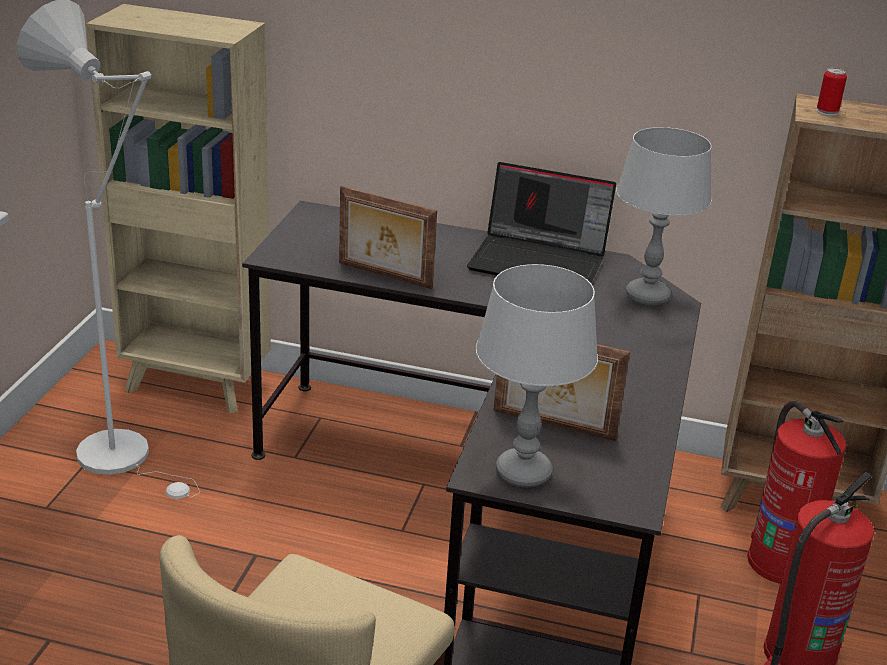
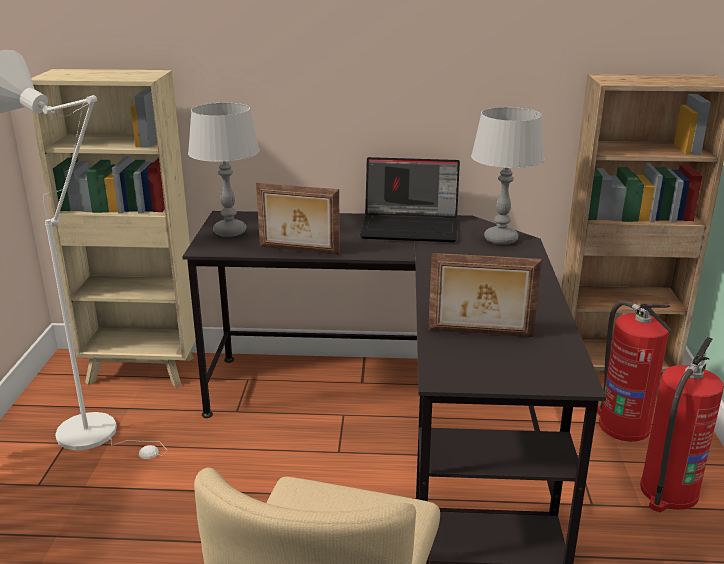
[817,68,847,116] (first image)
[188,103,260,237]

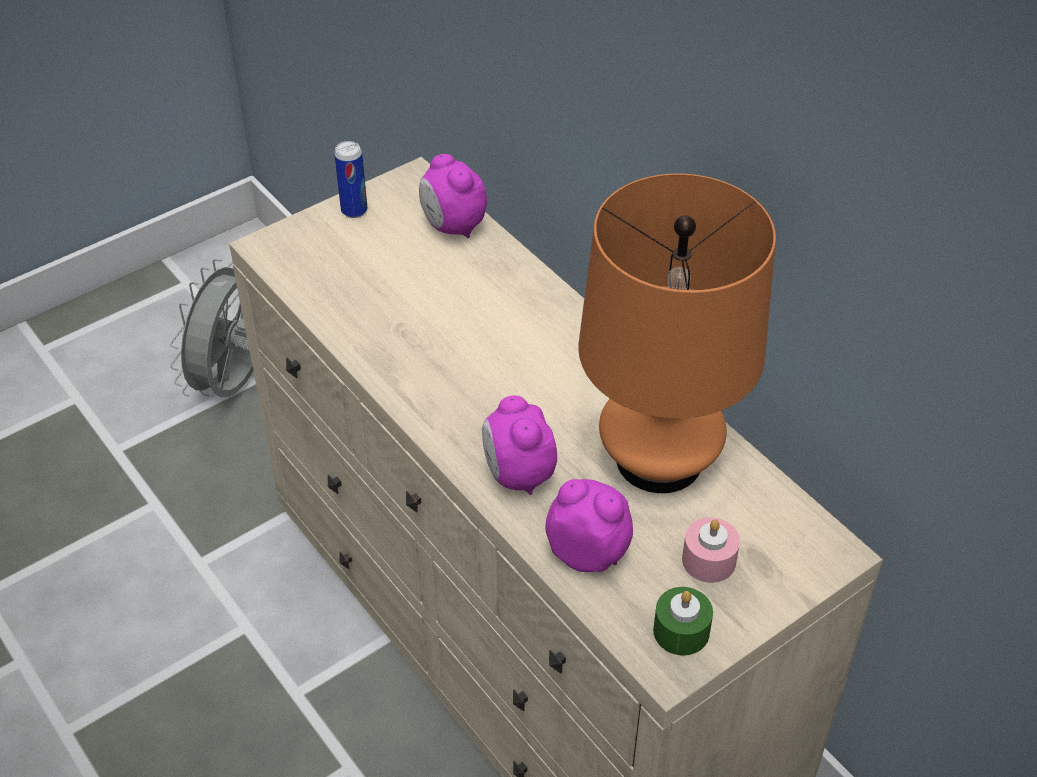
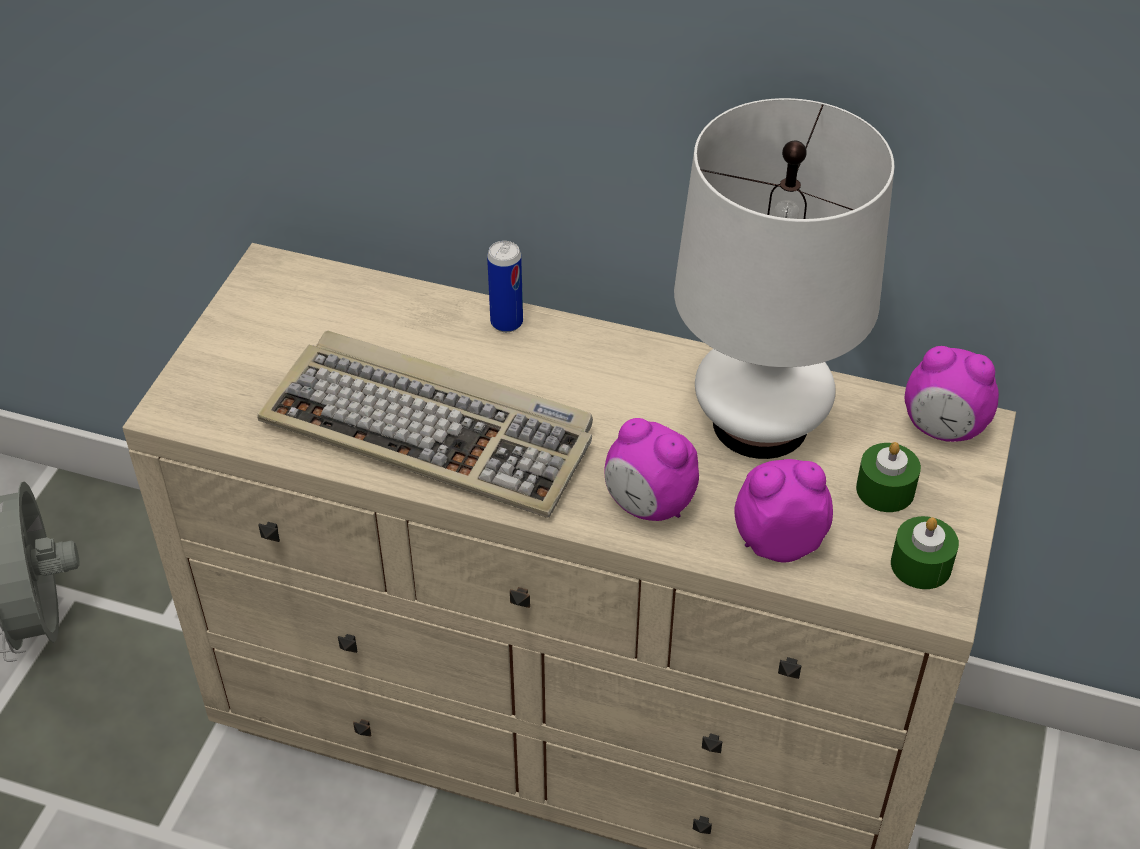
[487,241,523,332]
[905,346,999,442]
[674,98,894,459]
[856,442,921,512]
[257,330,593,518]

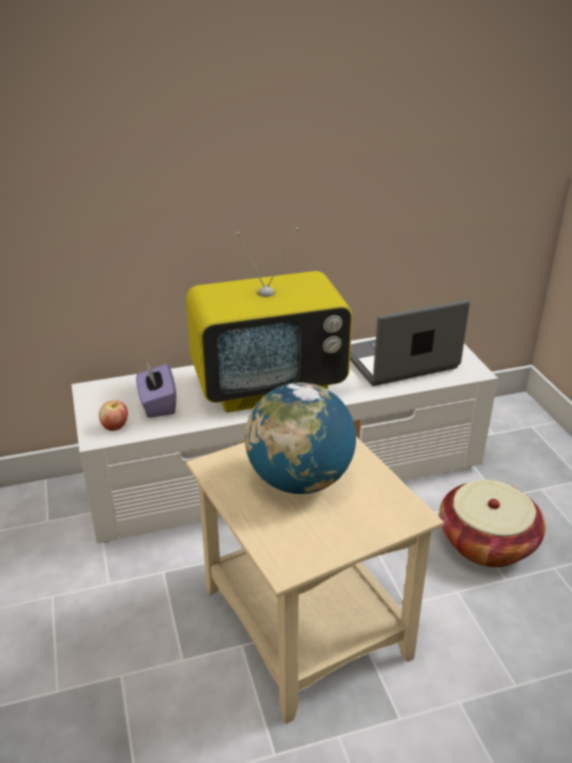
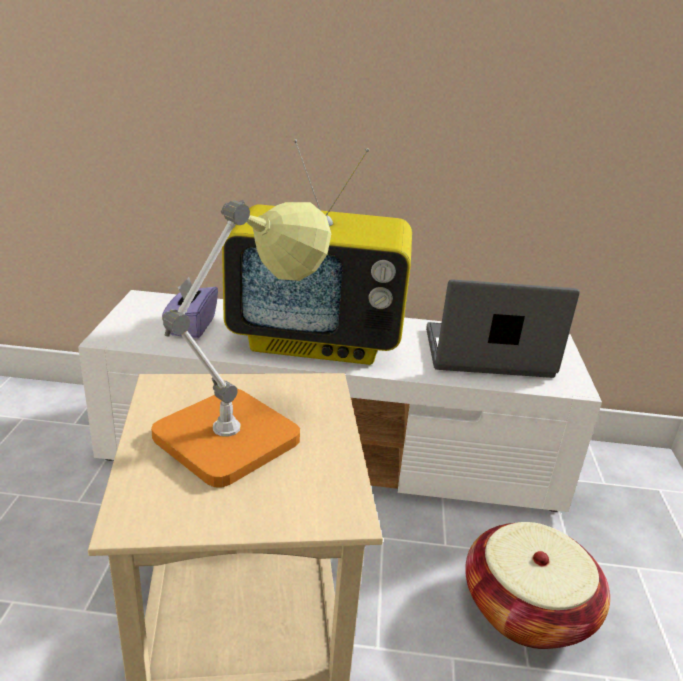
[151,200,331,487]
[99,400,128,431] (first image)

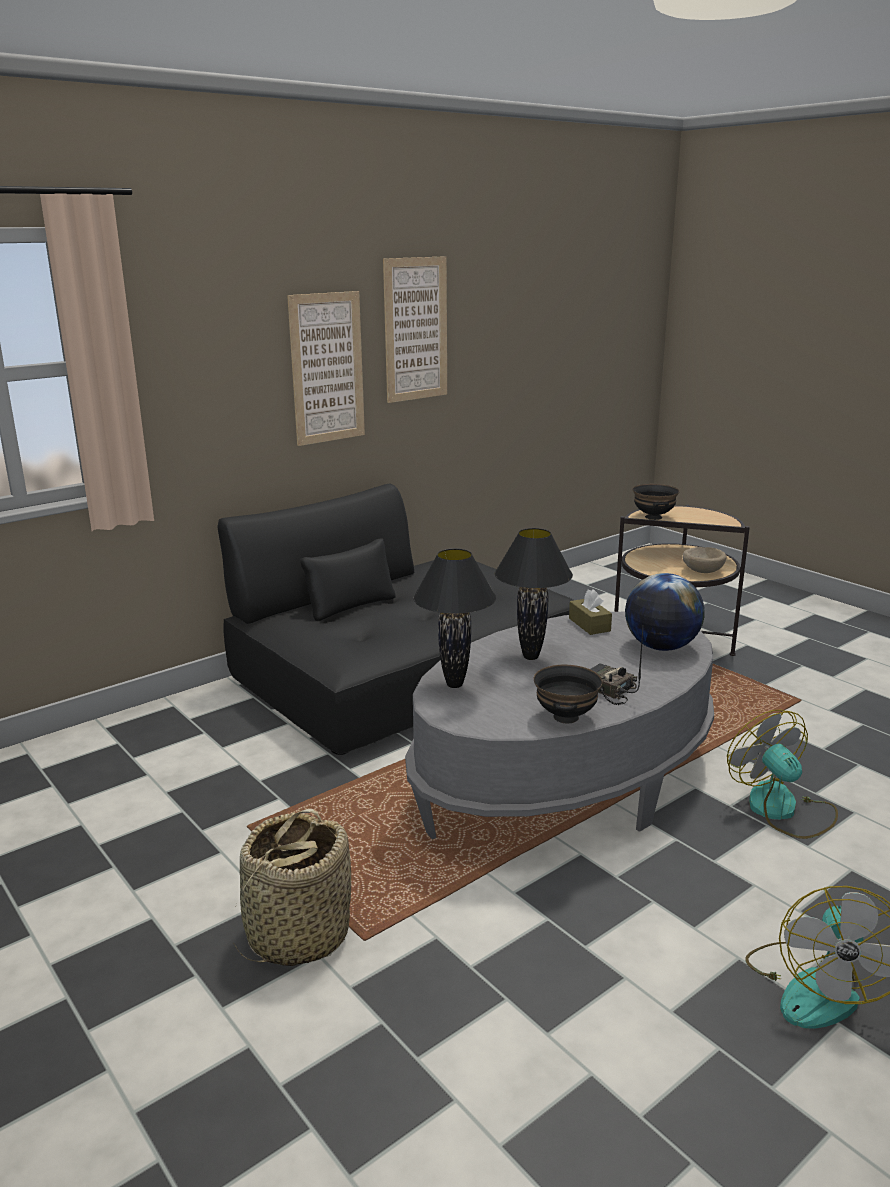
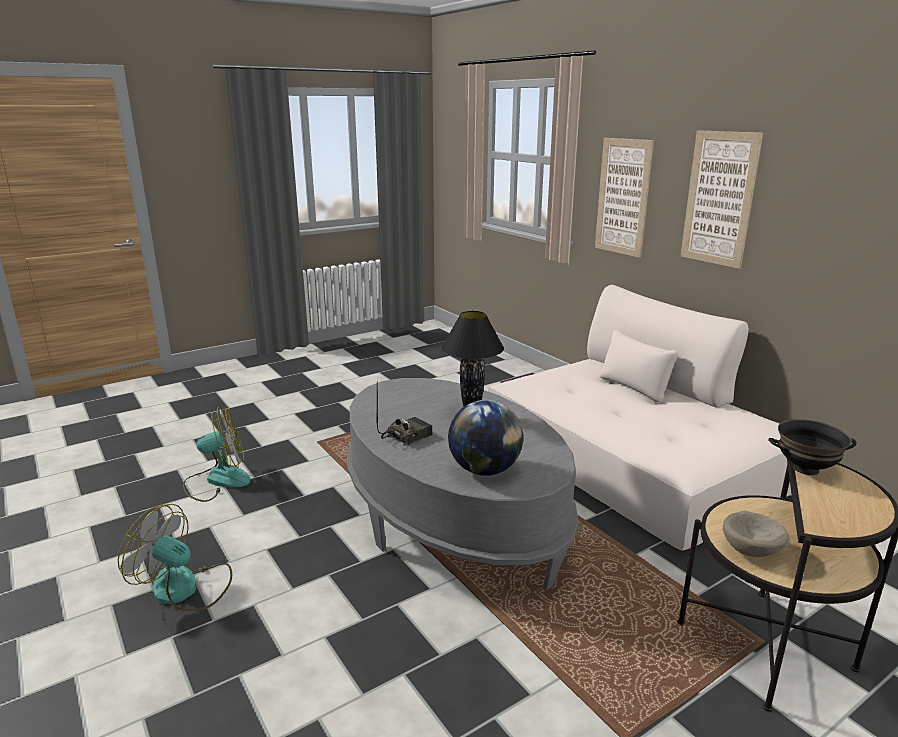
[595,138,654,258]
[488,285,791,551]
[413,549,496,688] (first image)
[569,589,612,635] (first image)
[534,665,603,723] (first image)
[183,407,251,502]
[234,809,351,966] (first image)

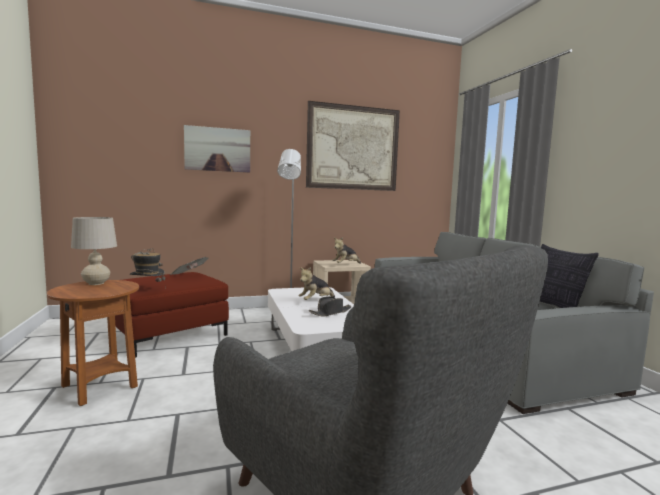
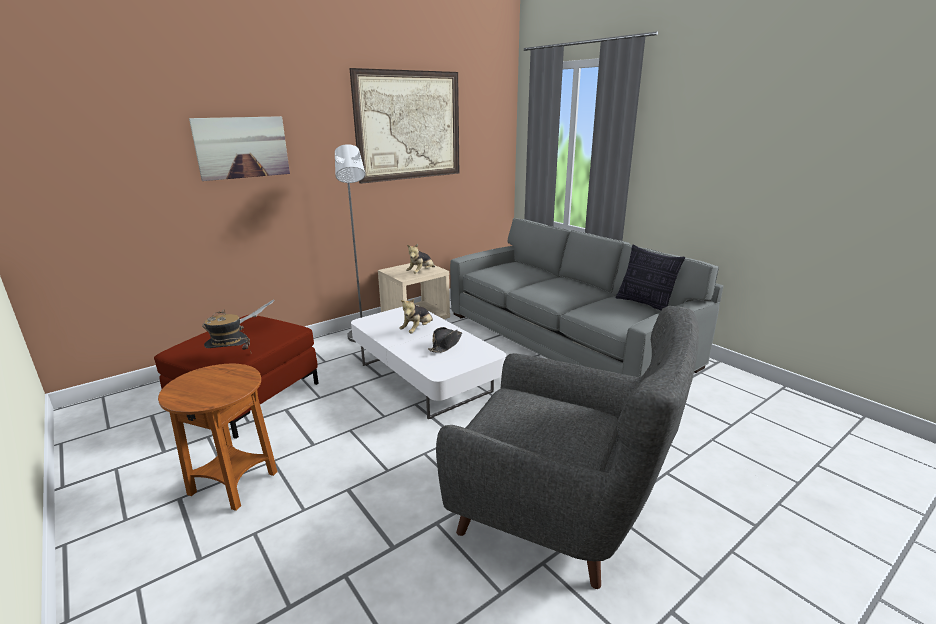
[71,217,117,285] (first image)

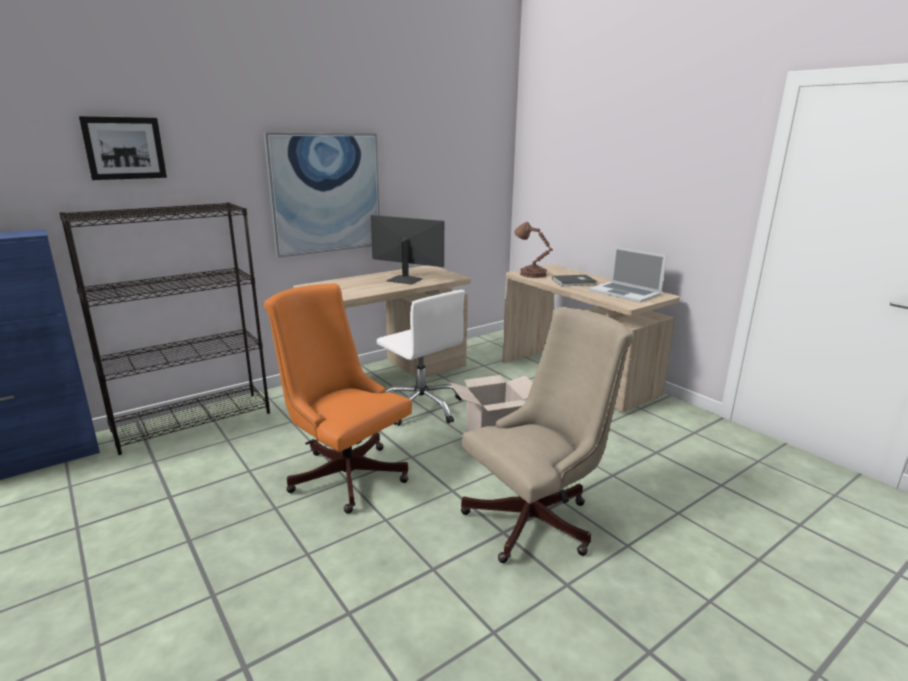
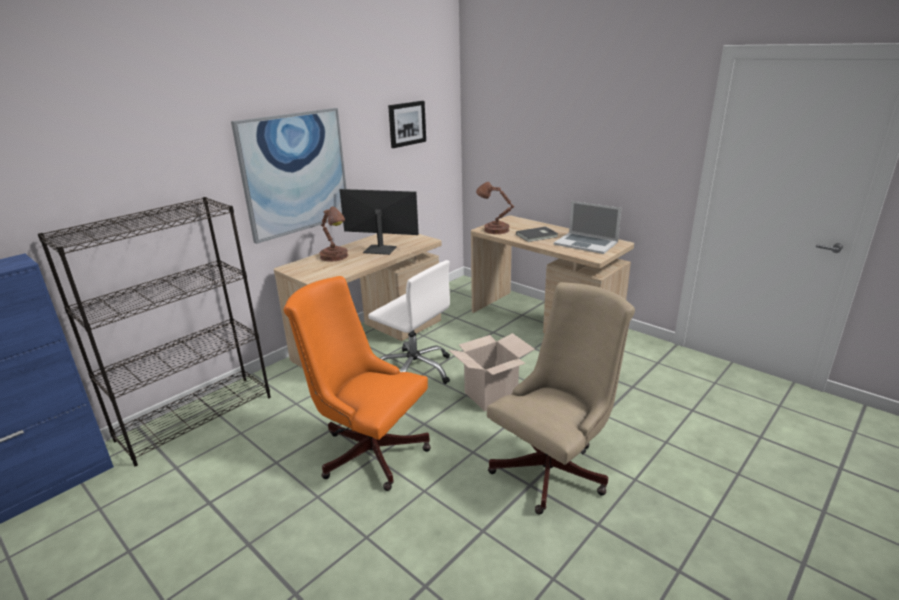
[388,101,426,148]
[319,206,348,262]

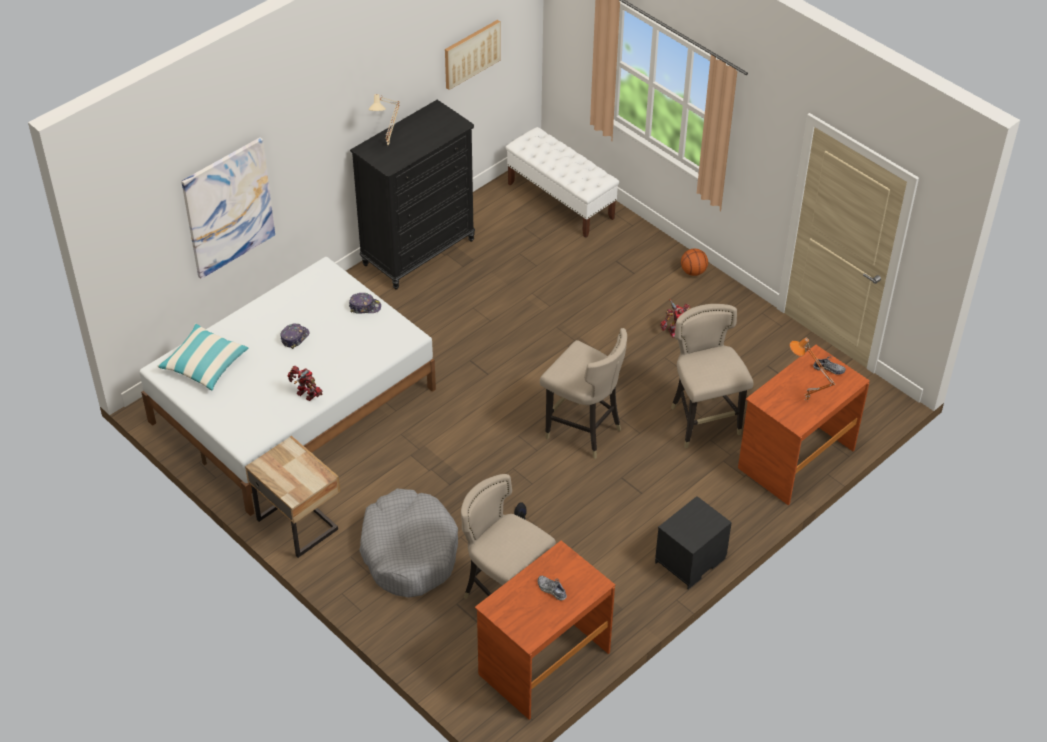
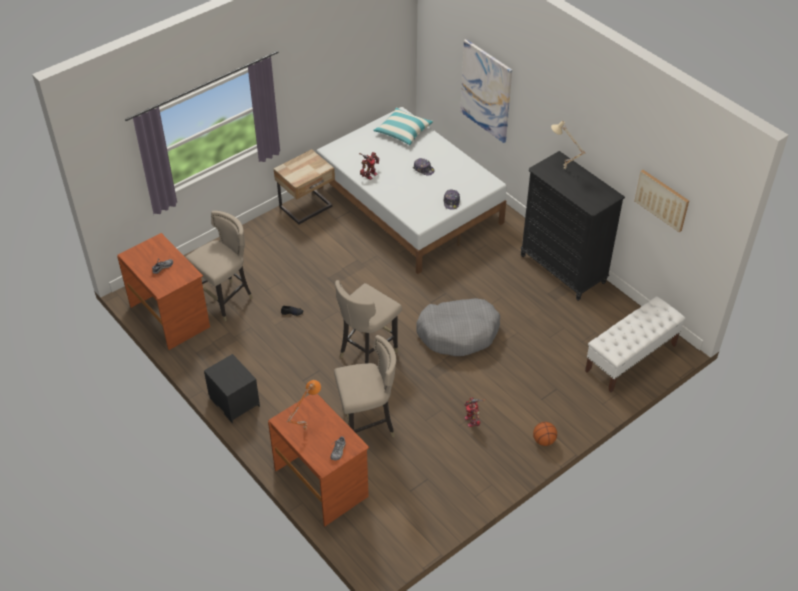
[416,298,500,356]

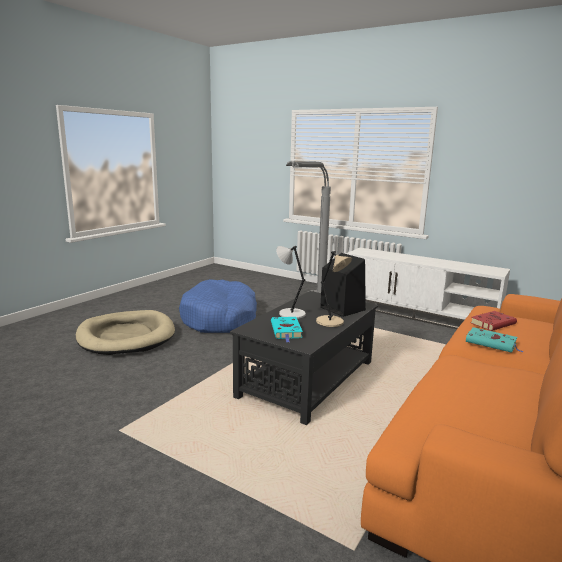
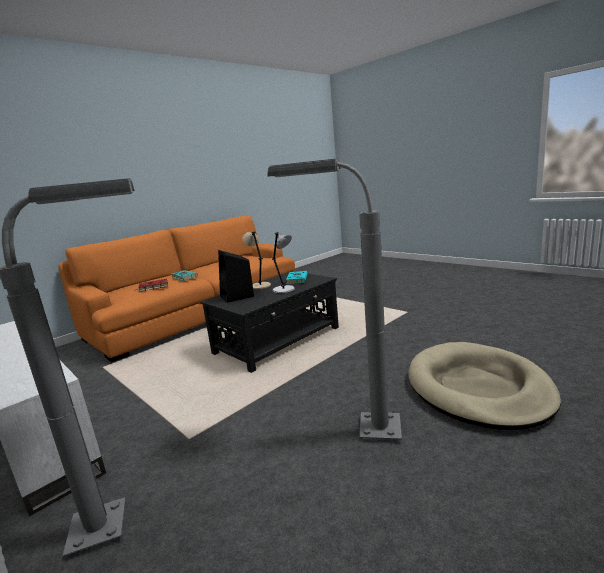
[267,159,402,439]

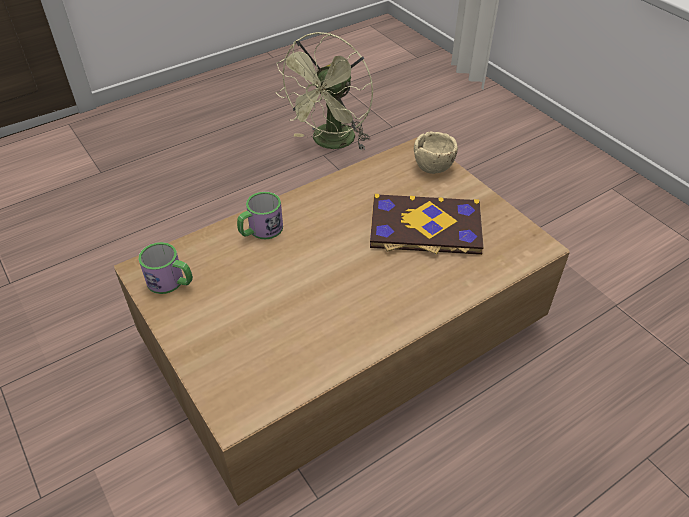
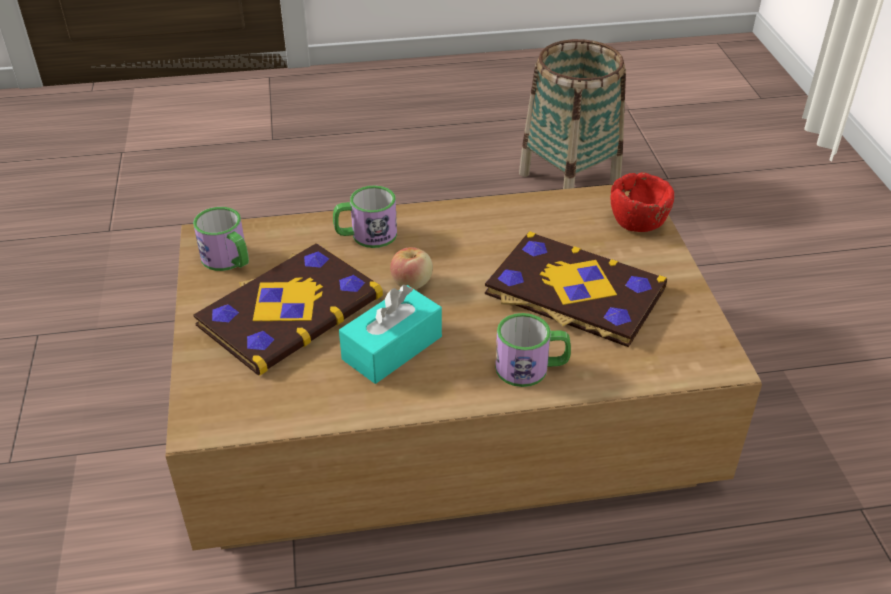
[519,39,626,189]
[610,173,674,232]
[193,243,383,375]
[390,247,433,289]
[339,285,442,384]
[495,313,571,387]

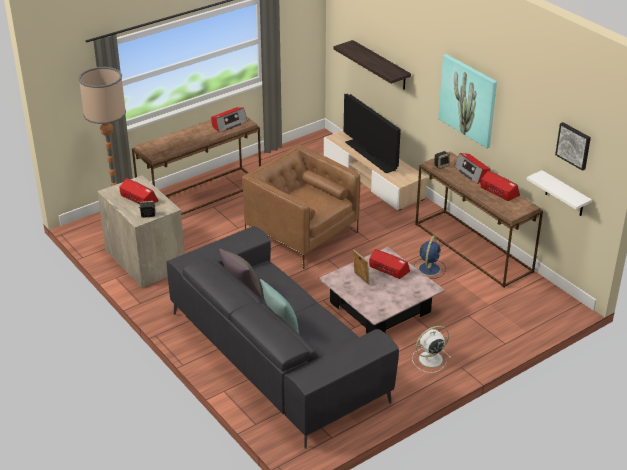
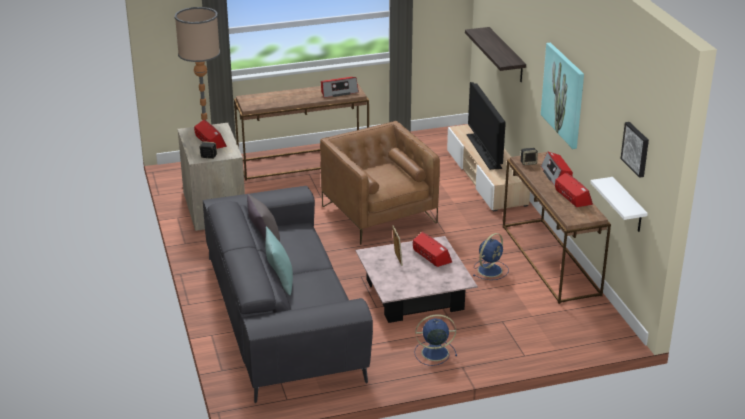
[414,314,457,366]

